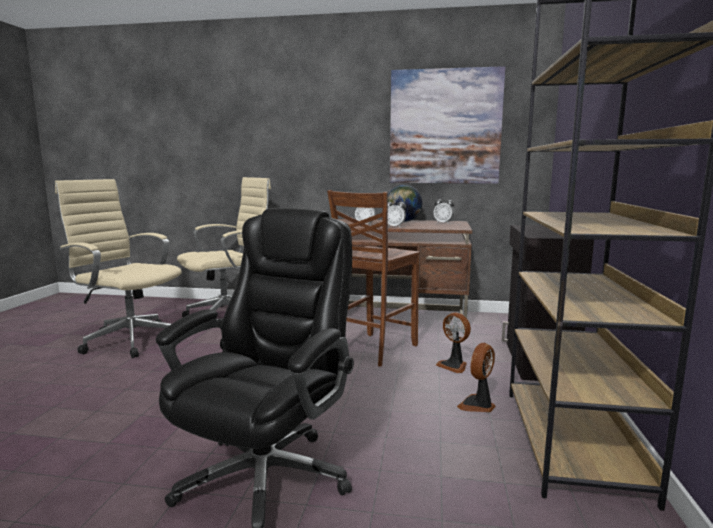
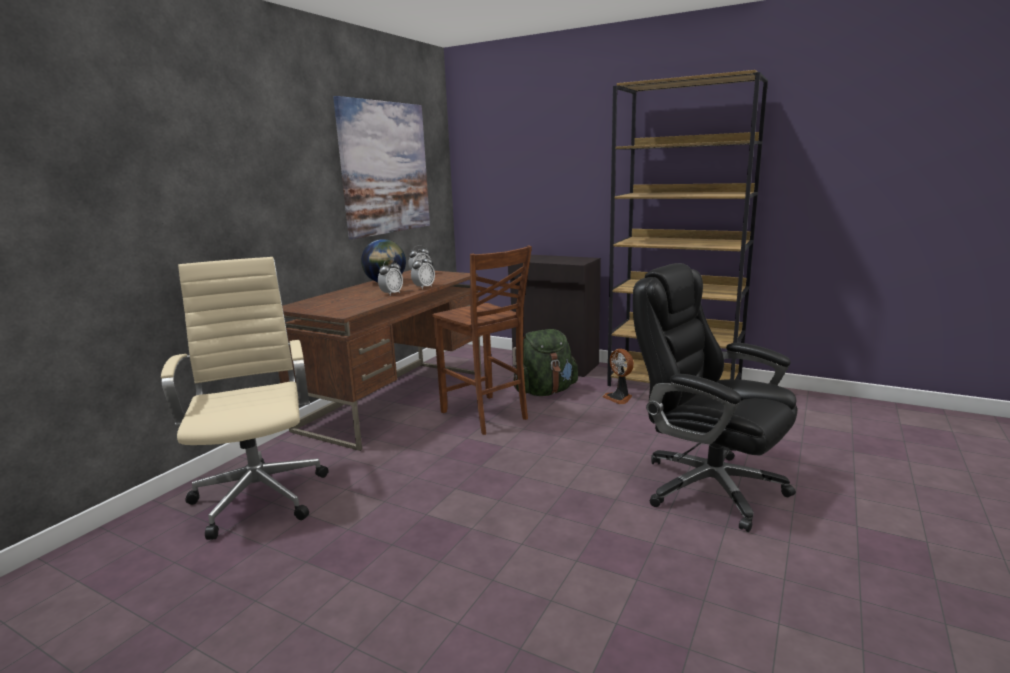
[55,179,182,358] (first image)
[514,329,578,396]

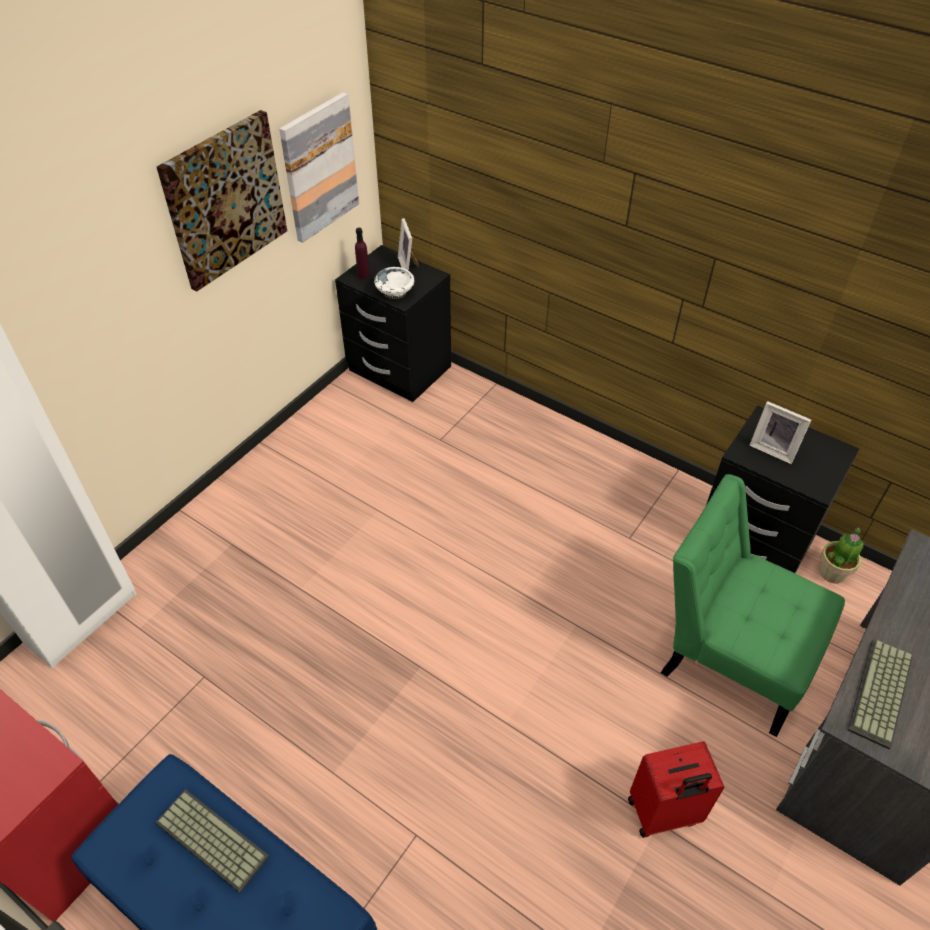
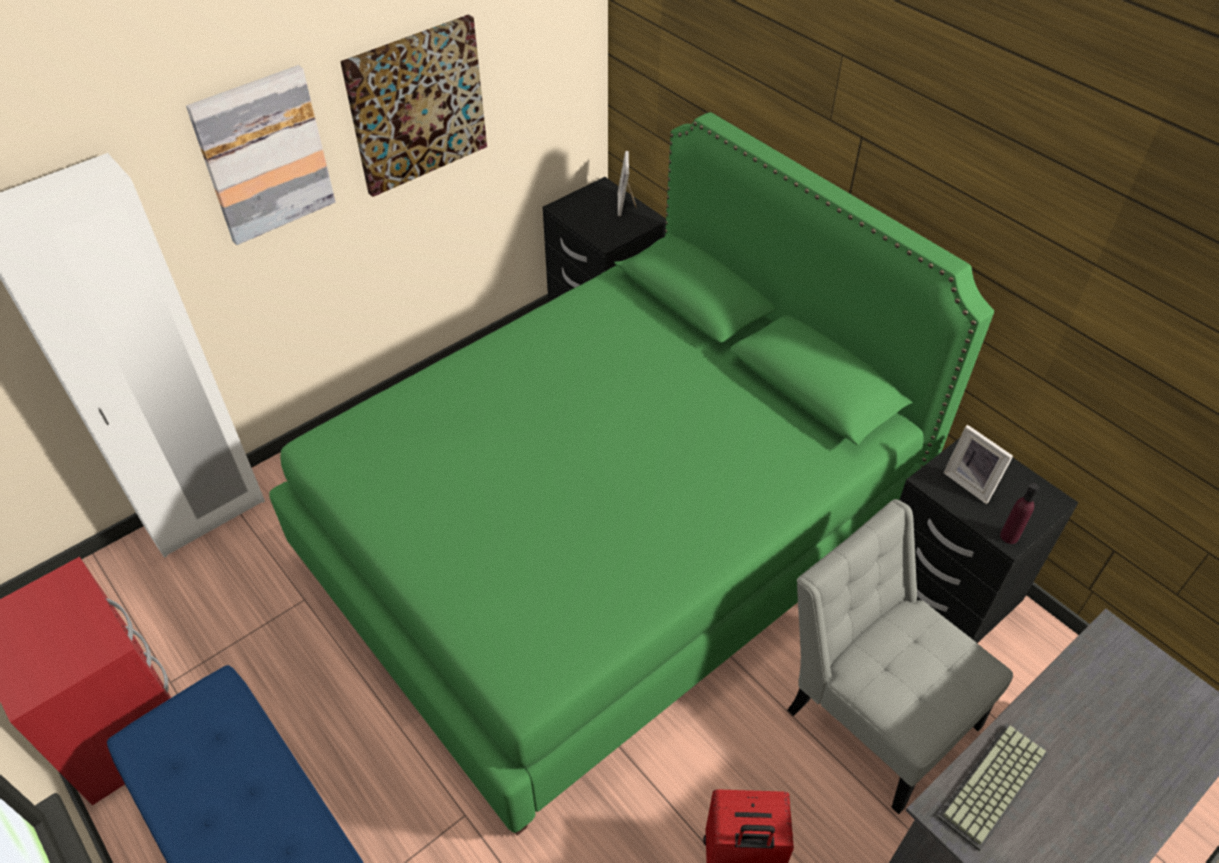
[186,65,336,245]
[1000,483,1039,544]
[374,267,415,299] (first image)
[787,499,1013,814]
[819,527,864,583] (first image)
[155,789,269,893] (first image)
[269,112,994,836]

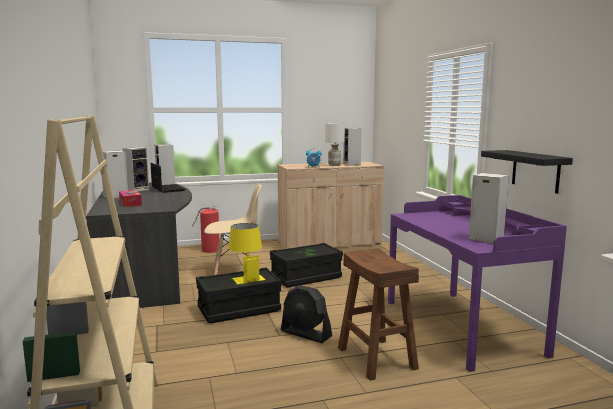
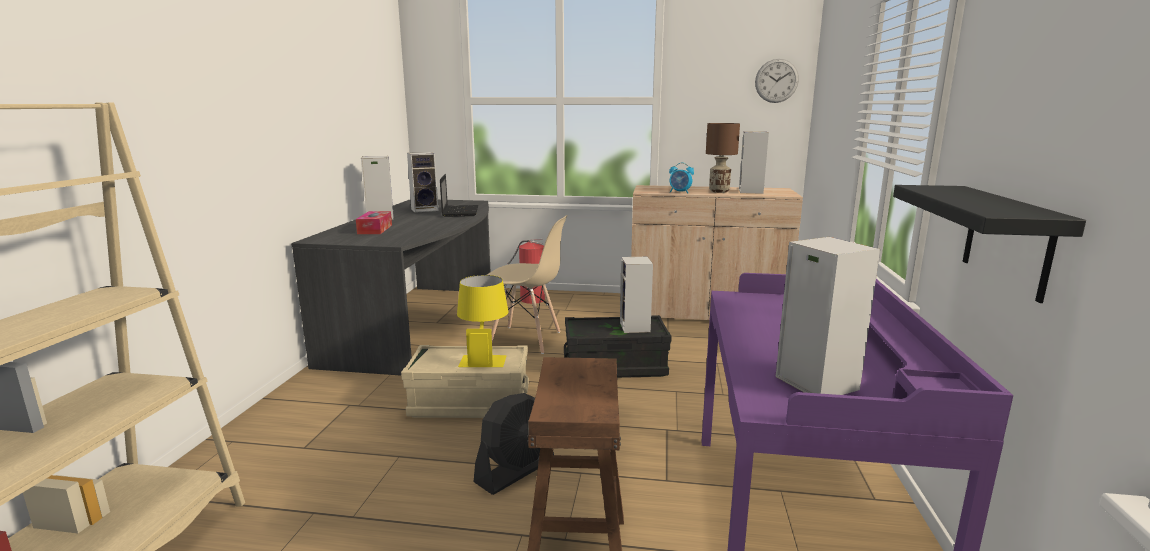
[706,123,740,193]
[620,257,653,333]
[401,345,529,418]
[474,393,554,495]
[755,59,799,103]

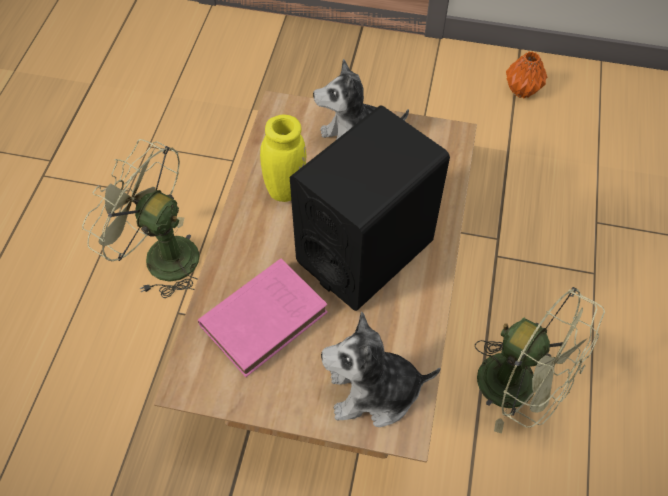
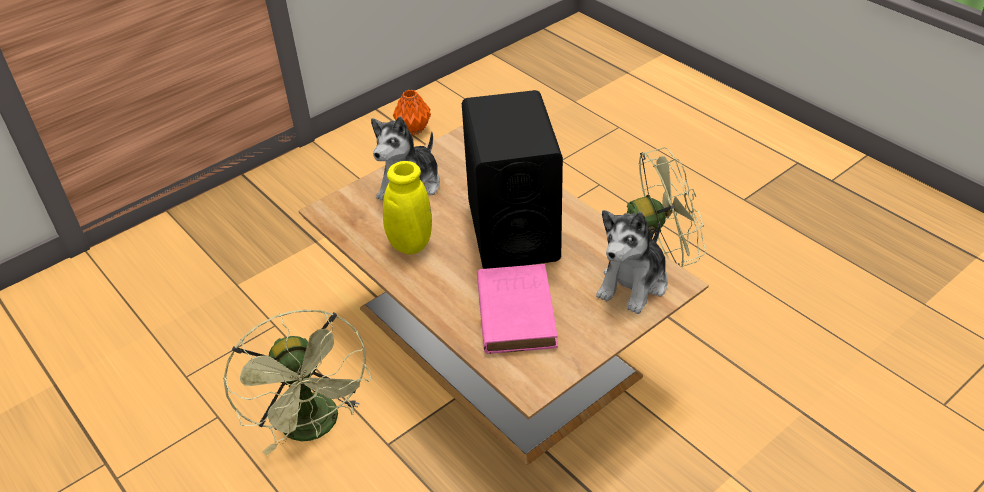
[223,309,371,455]

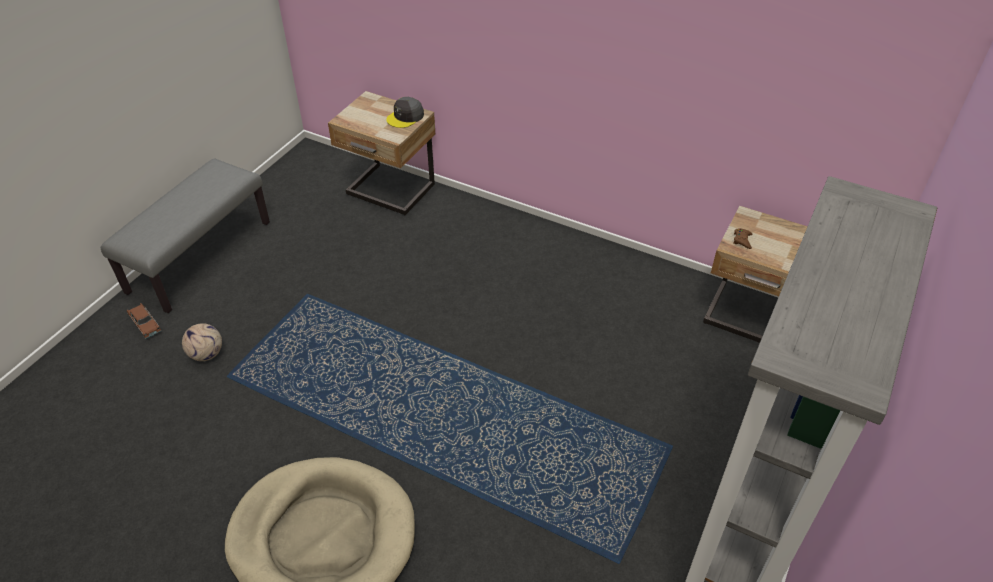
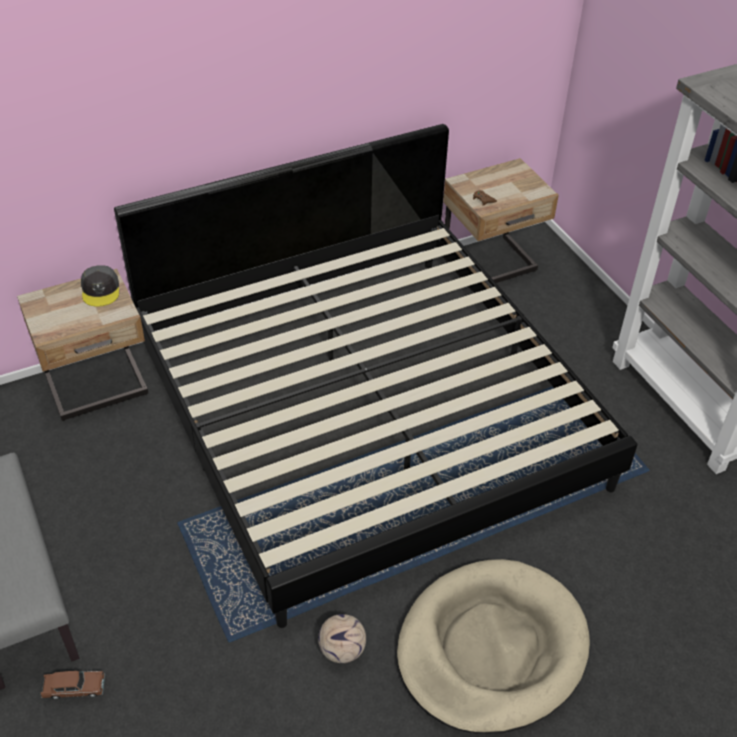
[318,614,366,663]
[114,124,637,628]

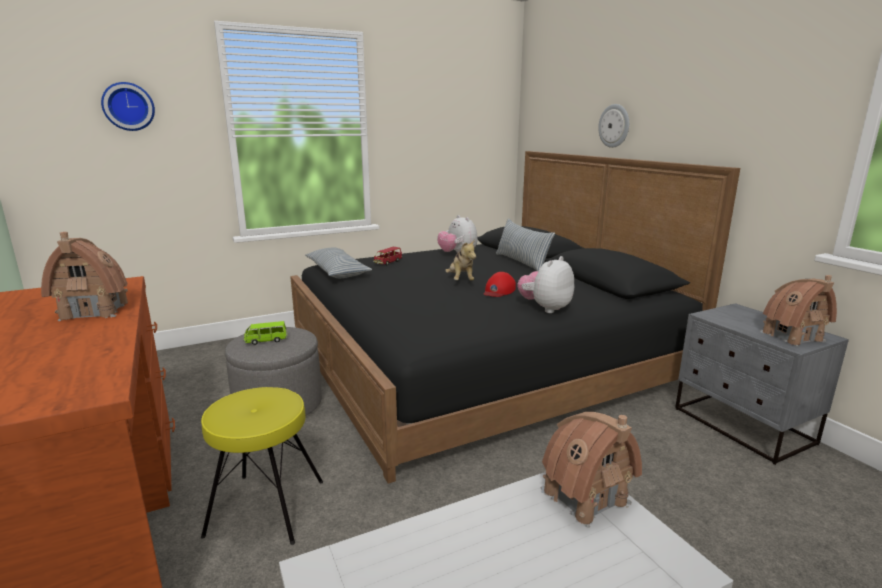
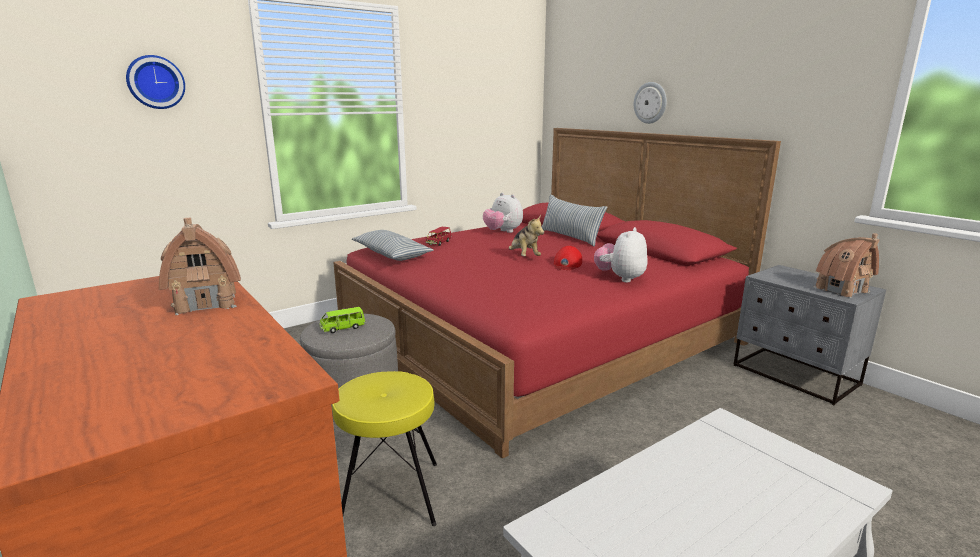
[333,128,781,459]
[541,412,642,528] (first image)

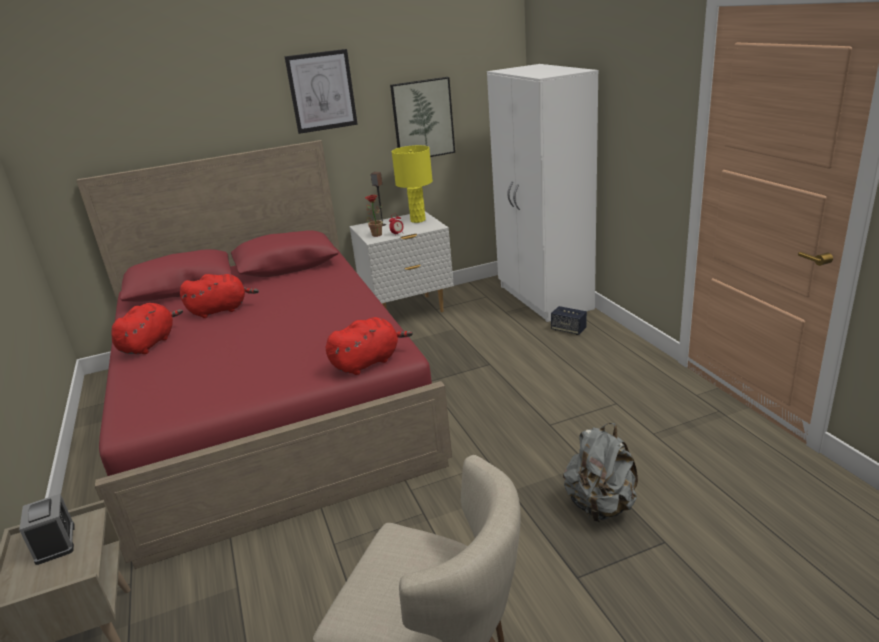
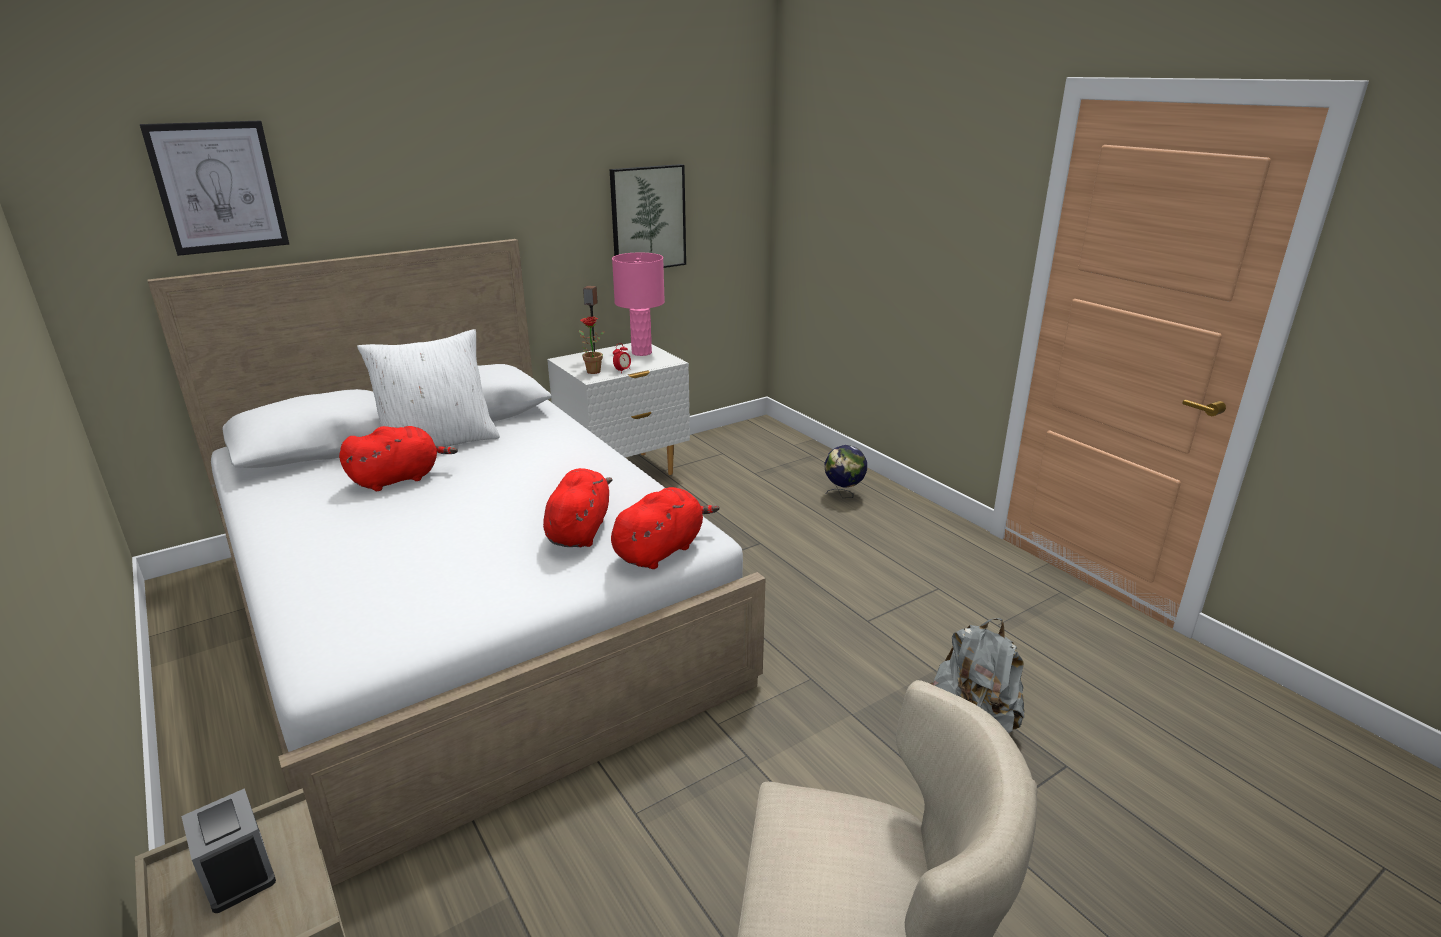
[140,121,289,256]
[487,64,598,322] (first image)
[147,239,765,887]
[612,253,665,356]
[543,468,613,547]
[825,445,867,498]
[357,329,500,447]

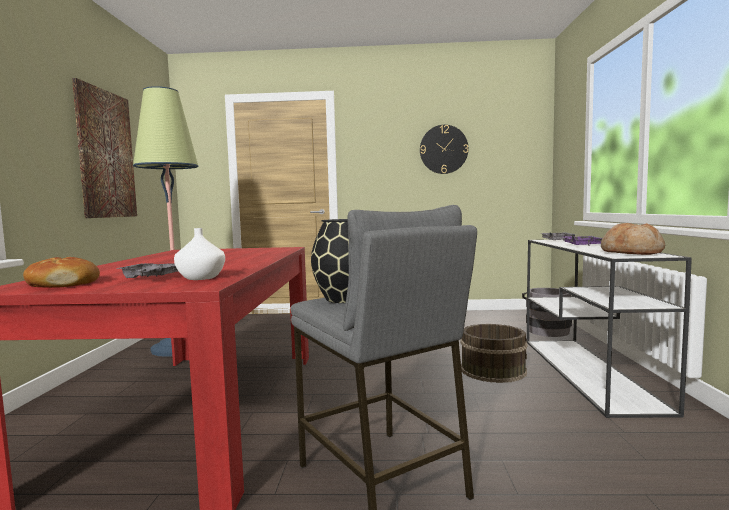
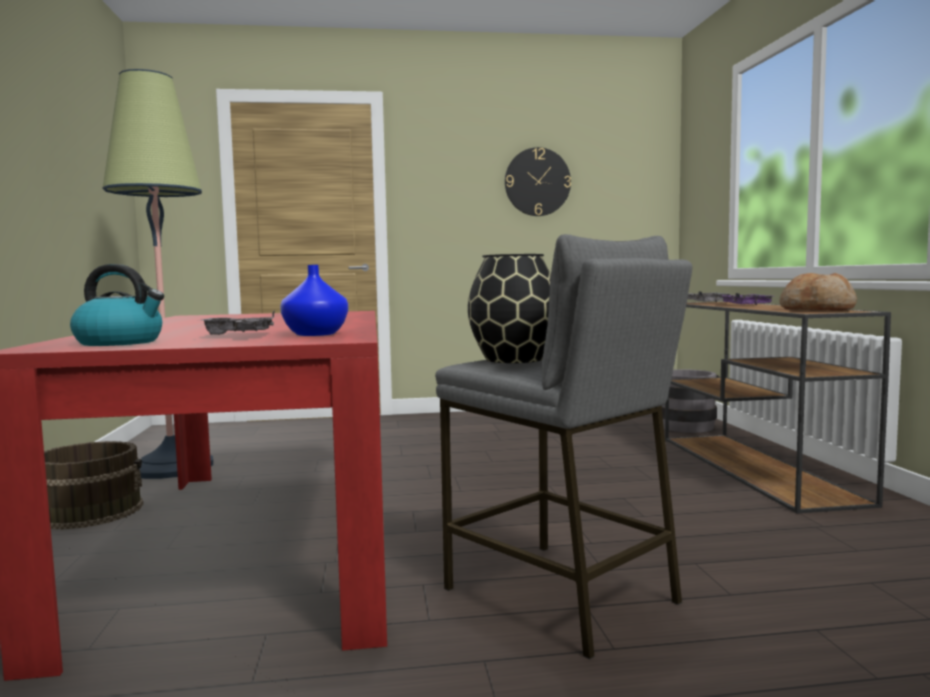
[72,78,137,218] (first image)
[280,265,348,336]
[665,301,891,514]
[70,264,164,346]
[44,441,143,530]

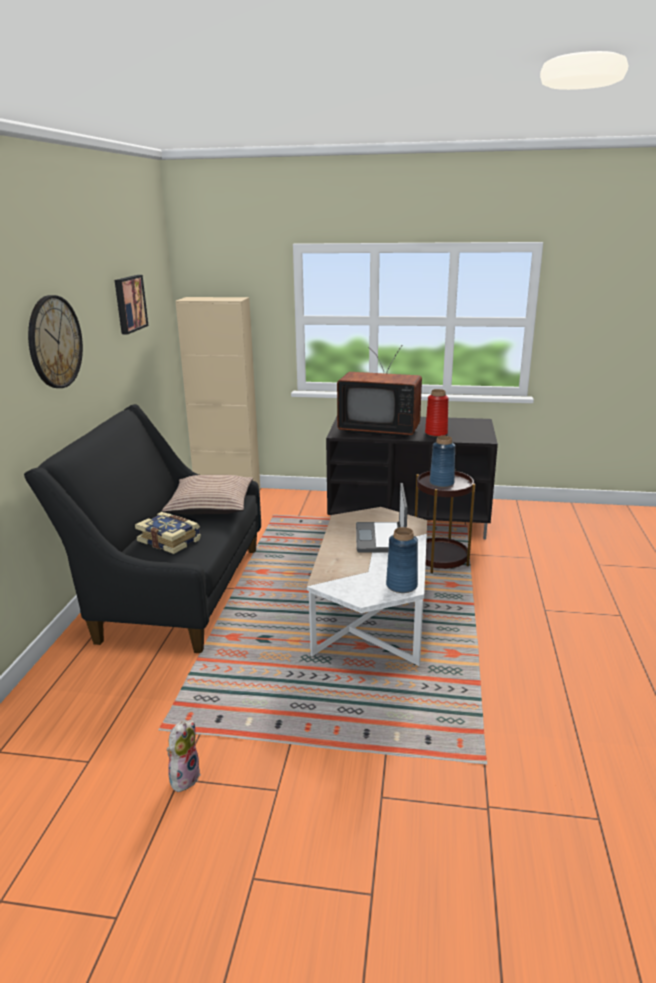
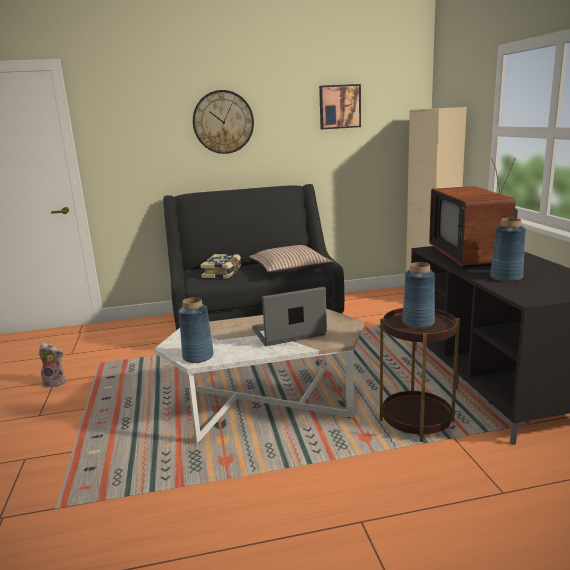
[490,218,526,282]

